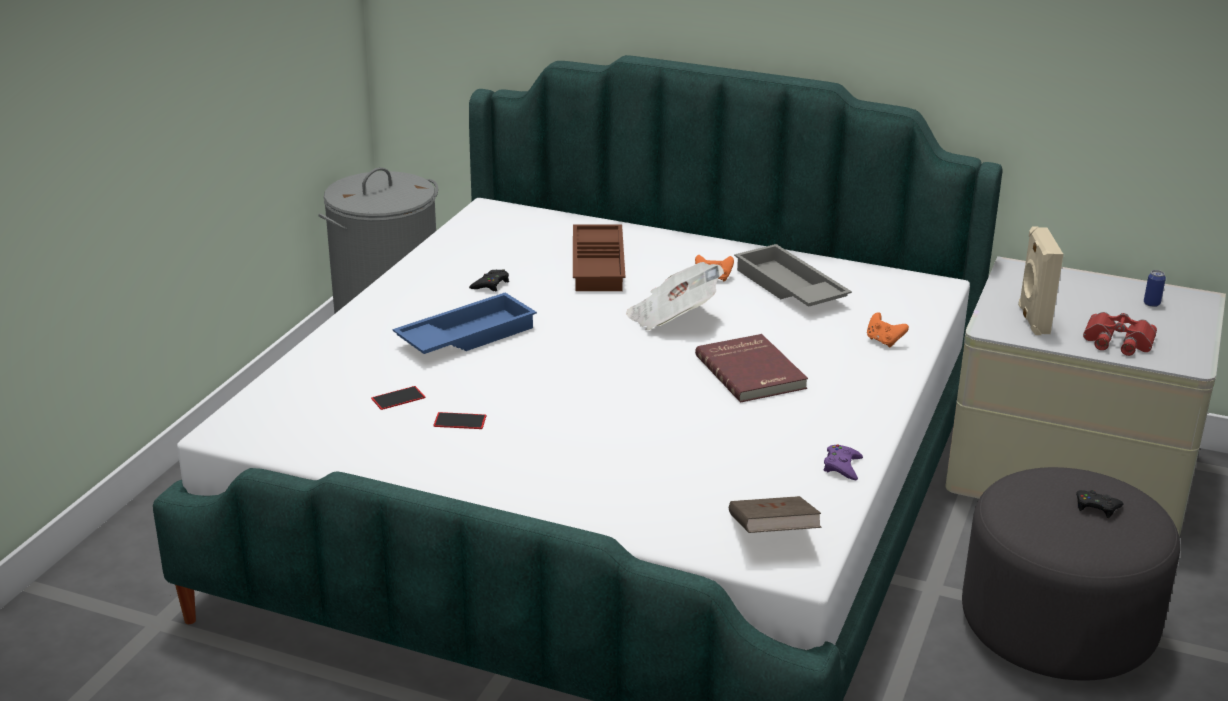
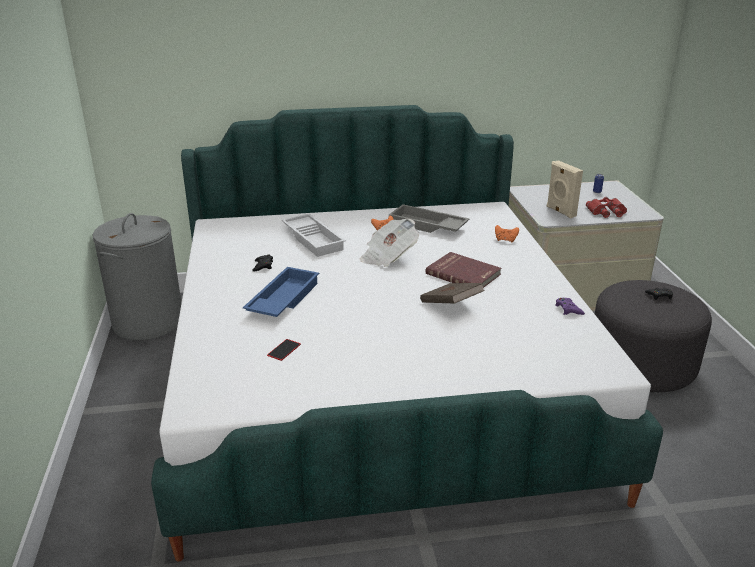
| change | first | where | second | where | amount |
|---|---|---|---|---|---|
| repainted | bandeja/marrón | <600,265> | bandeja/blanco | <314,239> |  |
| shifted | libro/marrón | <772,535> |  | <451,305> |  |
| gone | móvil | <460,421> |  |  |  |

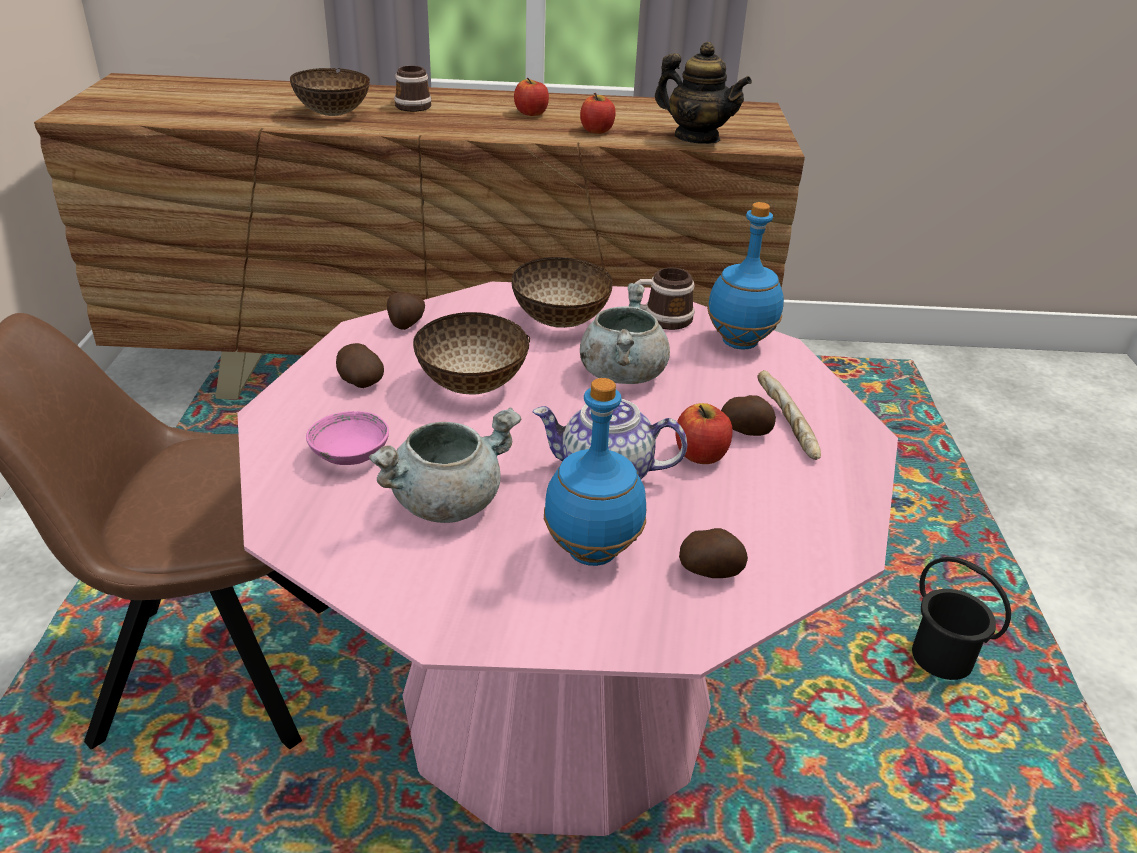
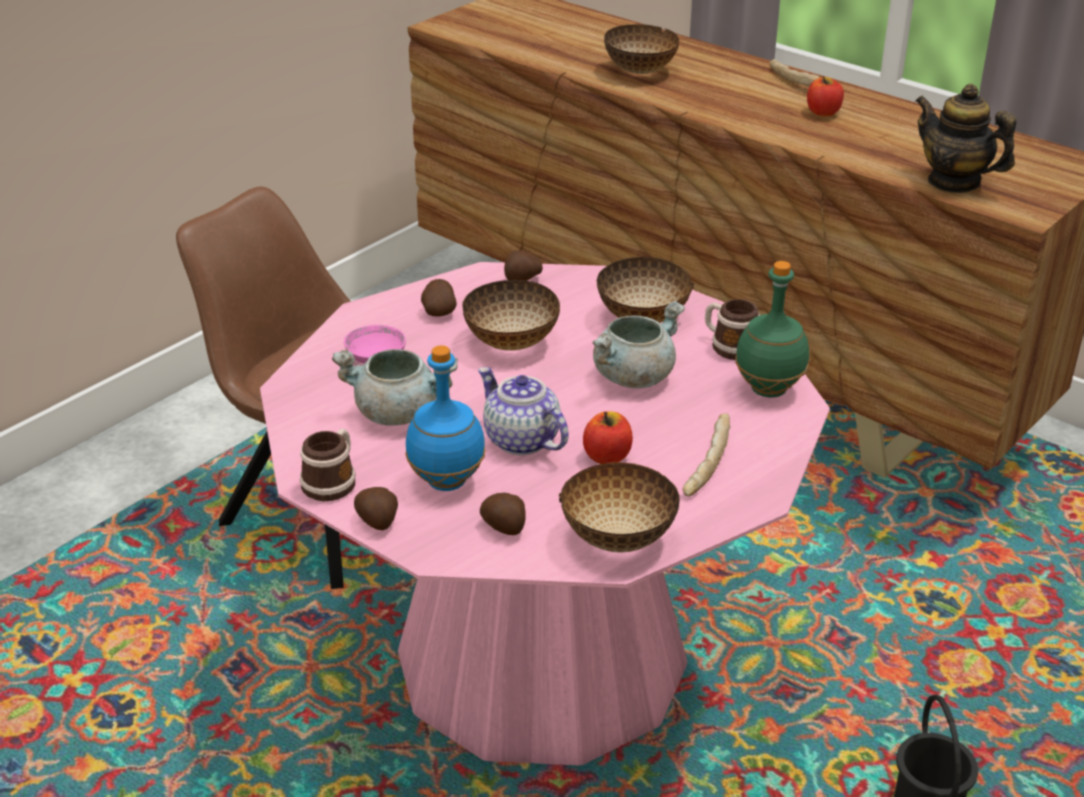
| change | first | where | second | where | amount |
|---|---|---|---|---|---|
| shifted | taza grande | <412,105> |  | <332,481> |  |
| shifted | patata | <746,431> |  | <378,521> |  |
| new |  |  | cuenco | <619,537> |  |
| repainted | botella/azul | <739,343> | botella/verde | <767,390> |  |
| new |  |  | pan | <795,81> |  |
| rotated | tetera | <697,138> |  | <954,182> | 150 degrees clockwise |
| gone | manzana | <596,131> |  |  |  |

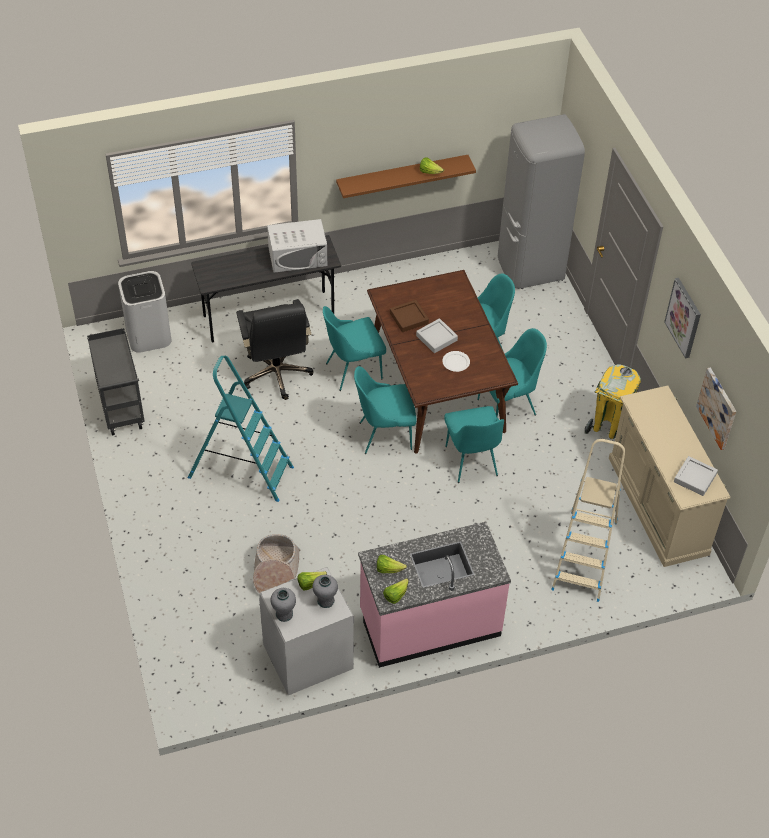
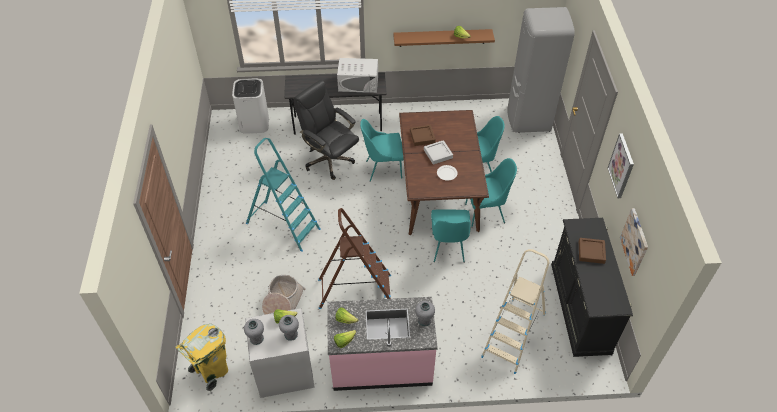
| change | first | where | second | where | amount |
|---|---|---|---|---|---|
| shifted | papelera/amarillo | <608,428> |  | <212,371> |  |
| rotated | silla de oficina/negro | <276,372> |  | <330,161> | 135 degrees clockwise |
| new |  |  | escalera de tijera/marrón | <355,291> |  |
| new |  |  | florero/gris | <424,320> |  |
| repainted | armario/beis | <658,506> | armario/negro | <580,307> |  |
| new |  |  | bandeja/marrón | <591,252> |  |
| gone | carrito/gris | <121,409> |  |  |  |
| gone | silla/turquesa | <385,436> |  |  |  |
| gone | bandeja/gris | <695,478> |  |  |  |

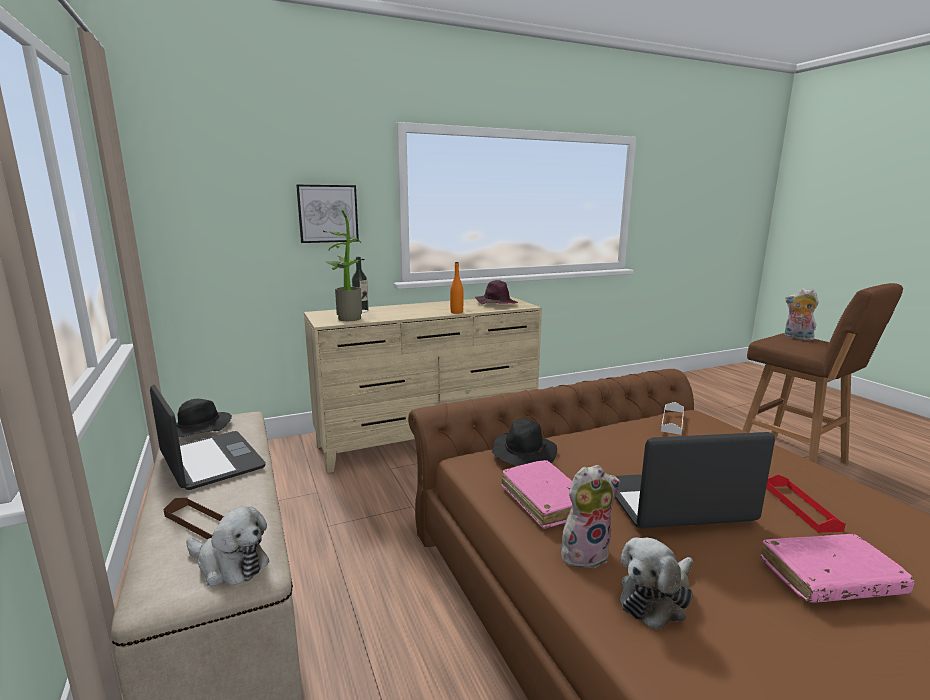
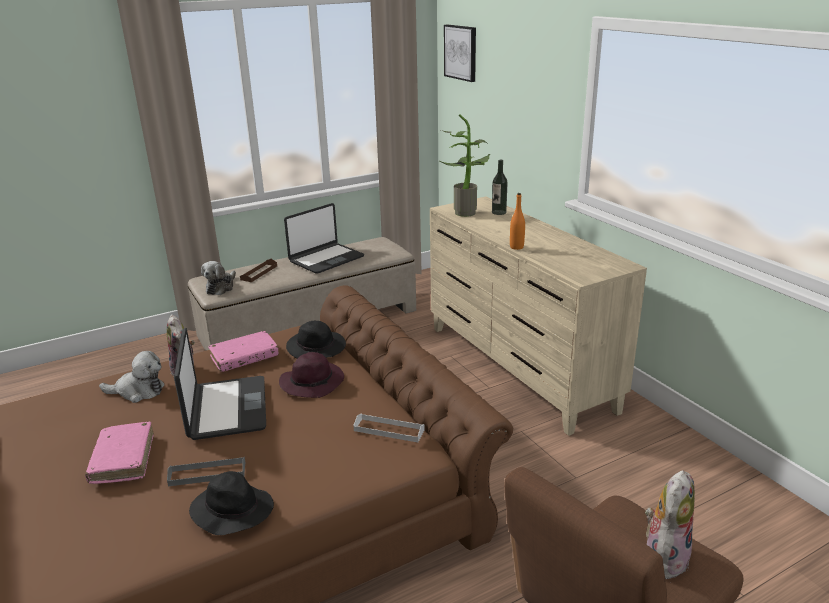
| change | first | where | second | where | amount |
|---|---|---|---|---|---|
| rotated | peluche | <656,598> |  | <138,391> | 135 degrees clockwise |
| repainted | bandeja/rojo | <801,507> | bandeja/gris | <207,474> |  |
| shifted | sombrero/negro | <198,429> |  | <231,511> |  |
| shifted | sombrero/morado | <496,303> |  | <313,382> |  |
| shifted | cuadro | <328,213> |  | <461,52> |  |

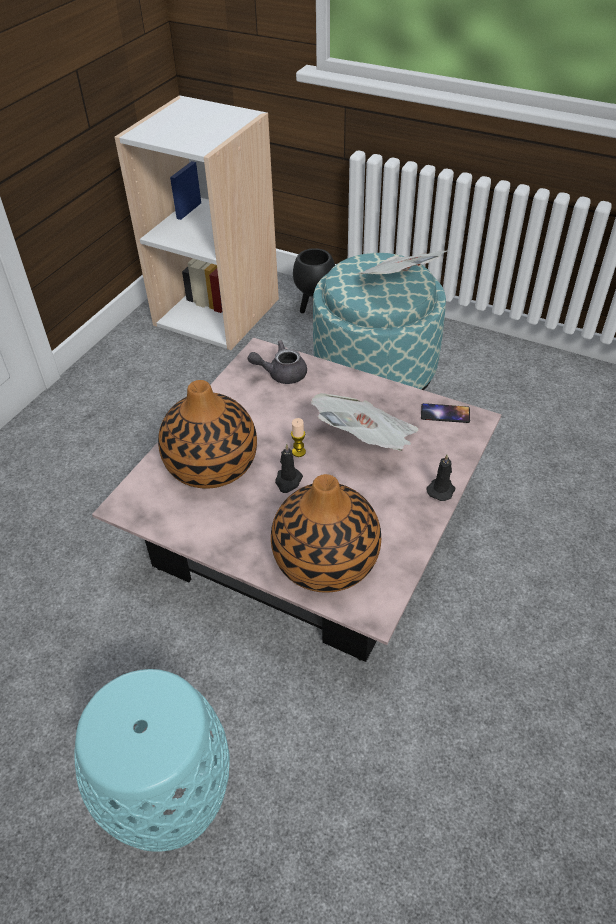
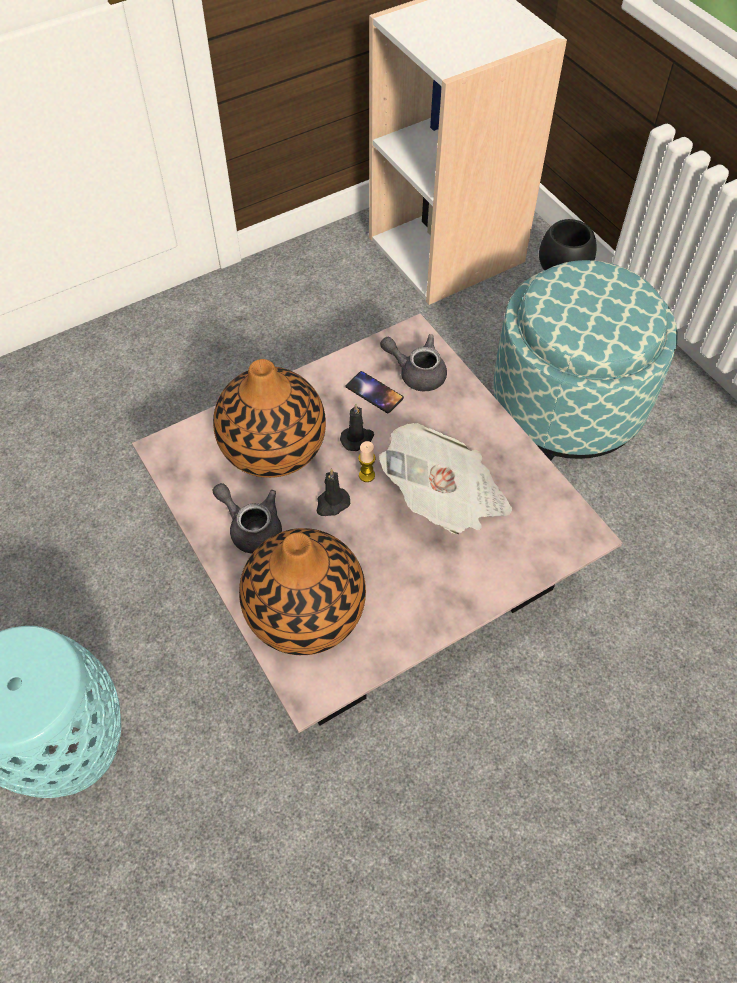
| change | first | where | second | where | amount |
|---|---|---|---|---|---|
| new |  |  | tetera/gris | <251,527> |  |
| shifted | vela/negro | <441,489> |  | <357,439> |  |
| shifted | móvil | <445,413> |  | <374,392> |  |
| gone | periódico | <401,283> |  |  |  |

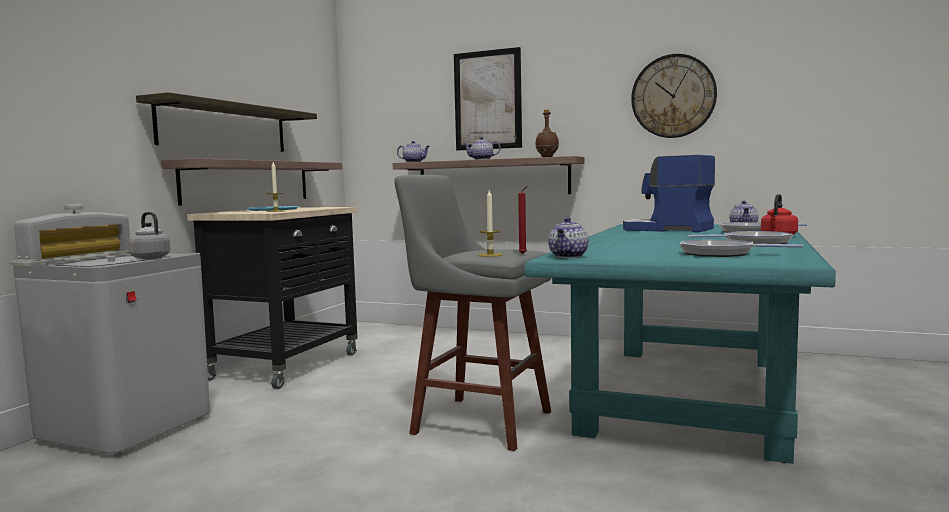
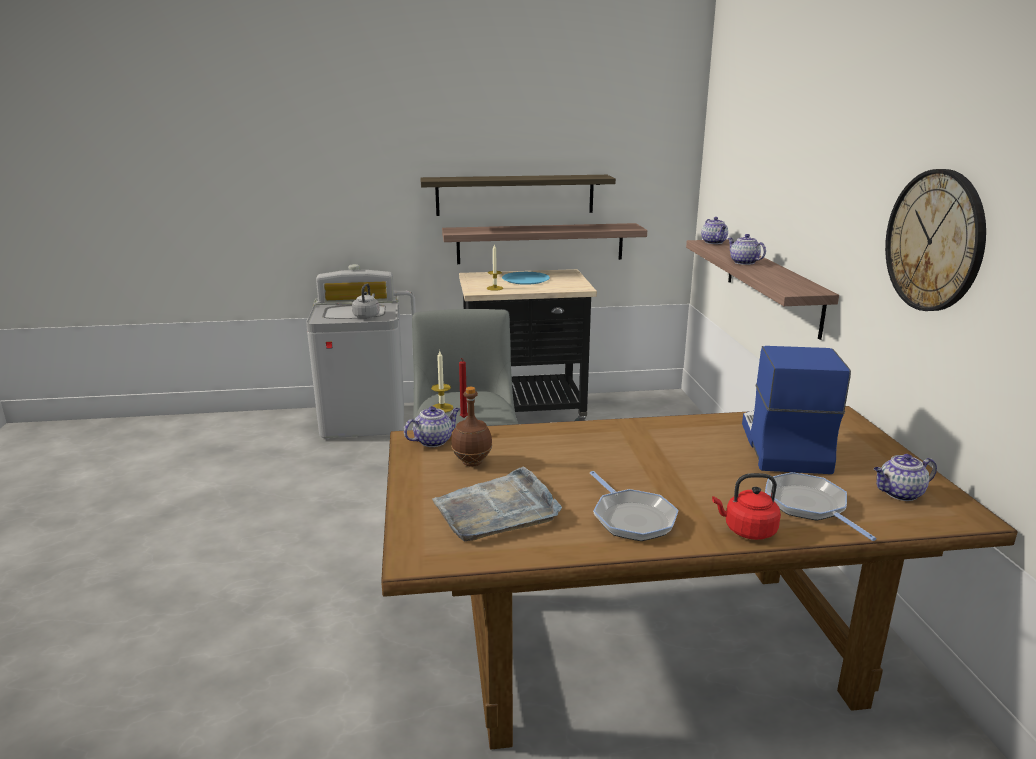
| change | first | where | second | where | amount |
|---|---|---|---|---|---|
| repainted | mesa de comedor/turquesa | <688,395> | mesa de comedor/marrón | <649,646> |  |
| rotated | tetera | <568,256> |  | <433,441> | 150 degrees clockwise |
| swapped | sartén | <722,253> | bandeja/gris | <497,509> |  |
| shifted | botella/marrón | <547,157> |  | <472,463> |  |
| gone | cuadro | <487,100> |  |  |  |

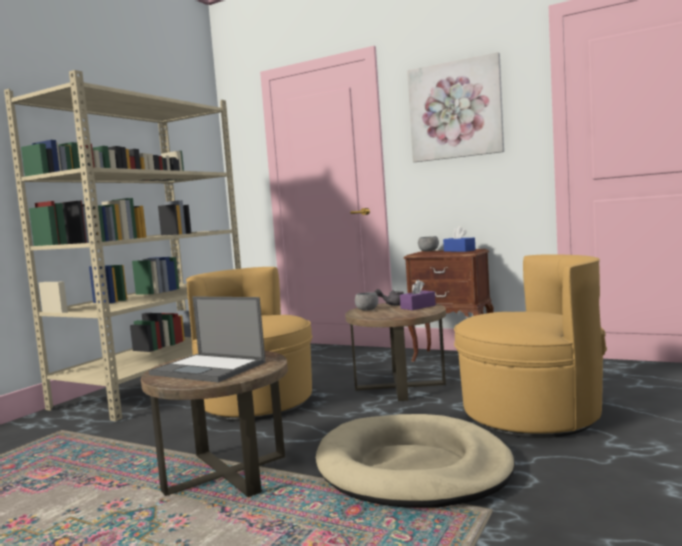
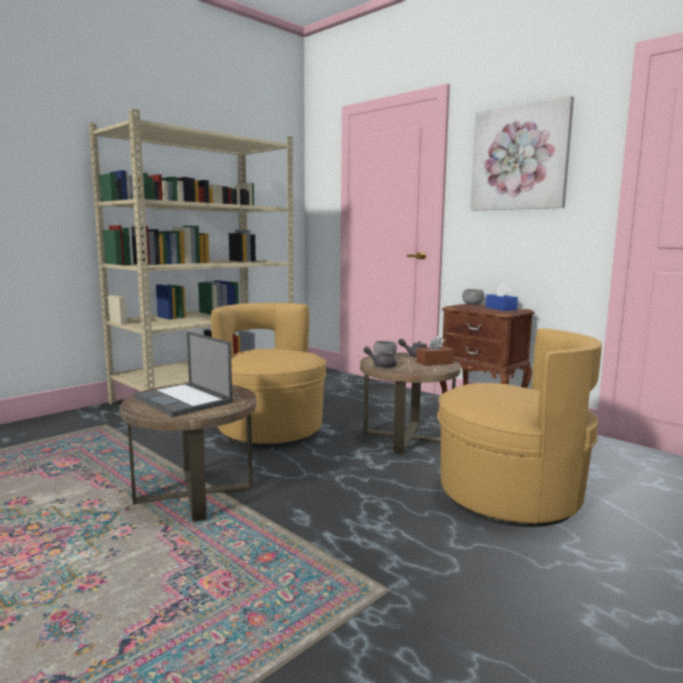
| change | first | where | second | where | amount |
|---|---|---|---|---|---|
| new |  |  | tetera/gris | <381,365> |  |
| repainted | caja de pañuelos/morado | <418,307> | caja de pañuelos/marrón | <434,363> |  |
| gone | cama para perro/beis | <412,468> |  |  |  |

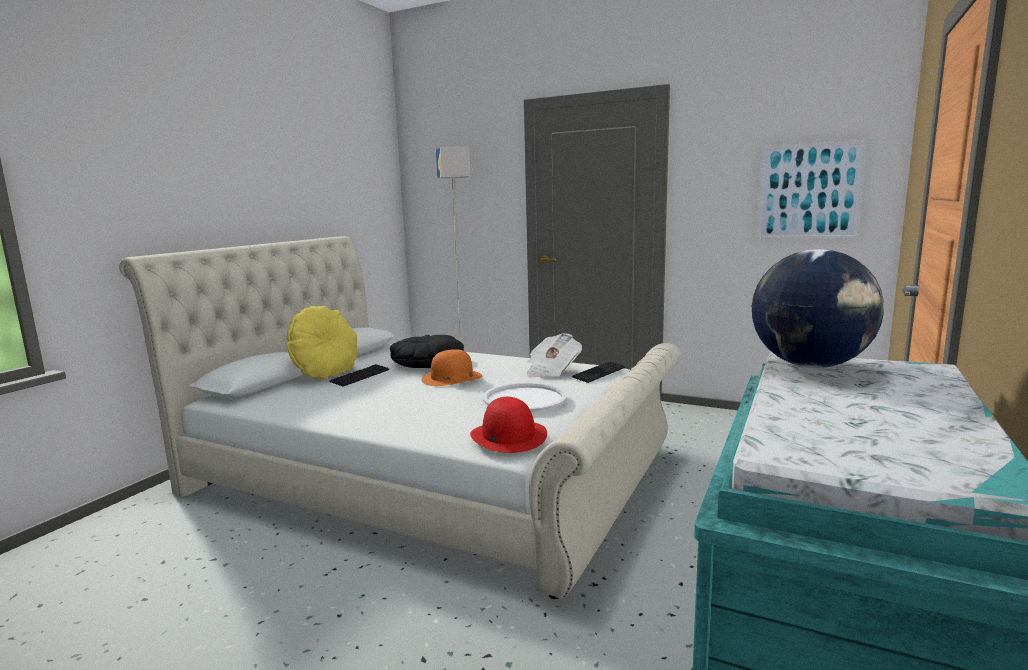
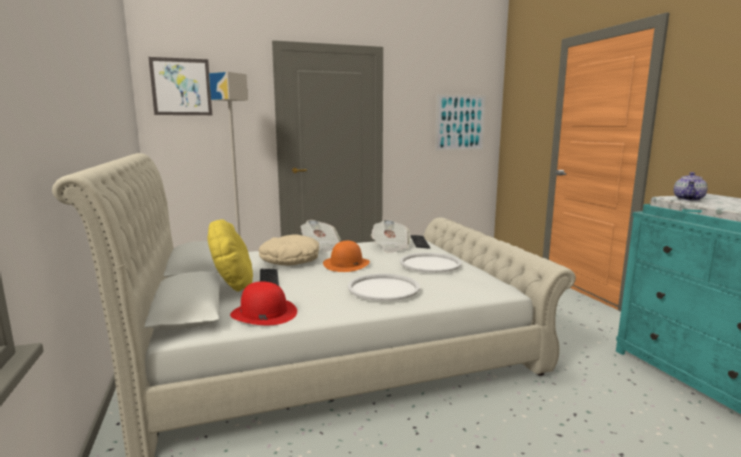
| change | first | where | second | where | amount |
|---|---|---|---|---|---|
| new |  |  | cuadro | <181,87> |  |
| shifted | sombrero/rojo | <508,436> |  | <263,313> |  |
| repainted | cojín/negro | <426,362> | cojín/beis | <289,260> |  |
| new |  |  | periódico | <321,246> |  |
| new |  |  | bandeja/blanco | <383,288> |  |
| swapped | globo terráqueo | <811,366> | tetera | <689,199> |  |

